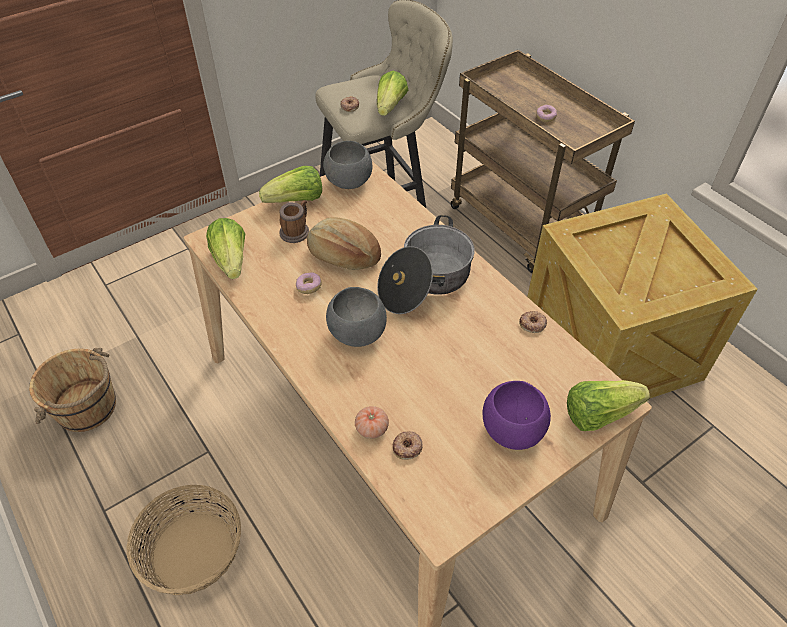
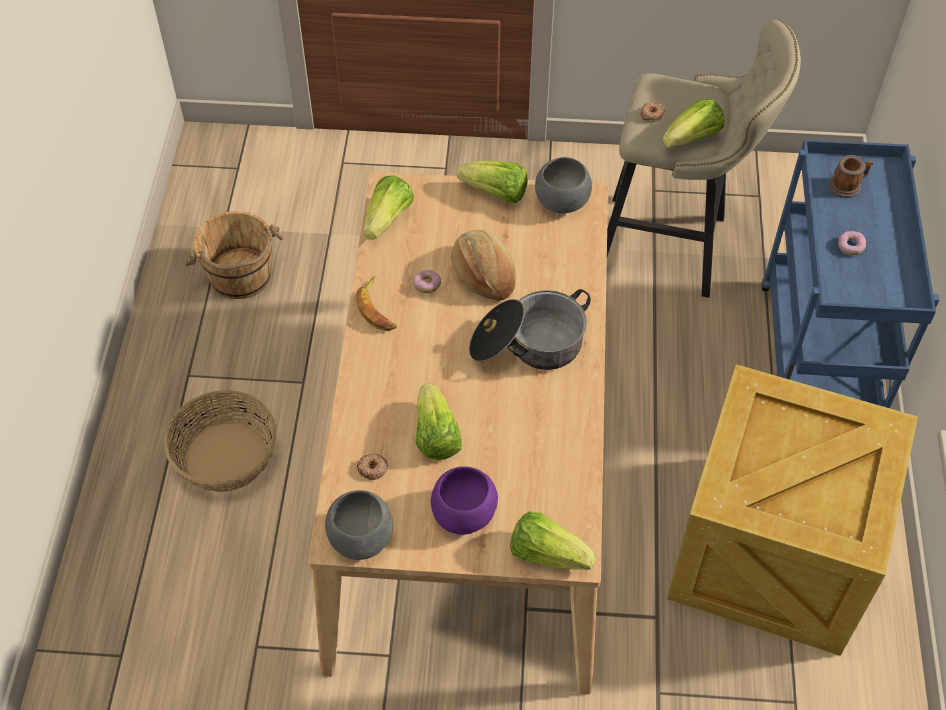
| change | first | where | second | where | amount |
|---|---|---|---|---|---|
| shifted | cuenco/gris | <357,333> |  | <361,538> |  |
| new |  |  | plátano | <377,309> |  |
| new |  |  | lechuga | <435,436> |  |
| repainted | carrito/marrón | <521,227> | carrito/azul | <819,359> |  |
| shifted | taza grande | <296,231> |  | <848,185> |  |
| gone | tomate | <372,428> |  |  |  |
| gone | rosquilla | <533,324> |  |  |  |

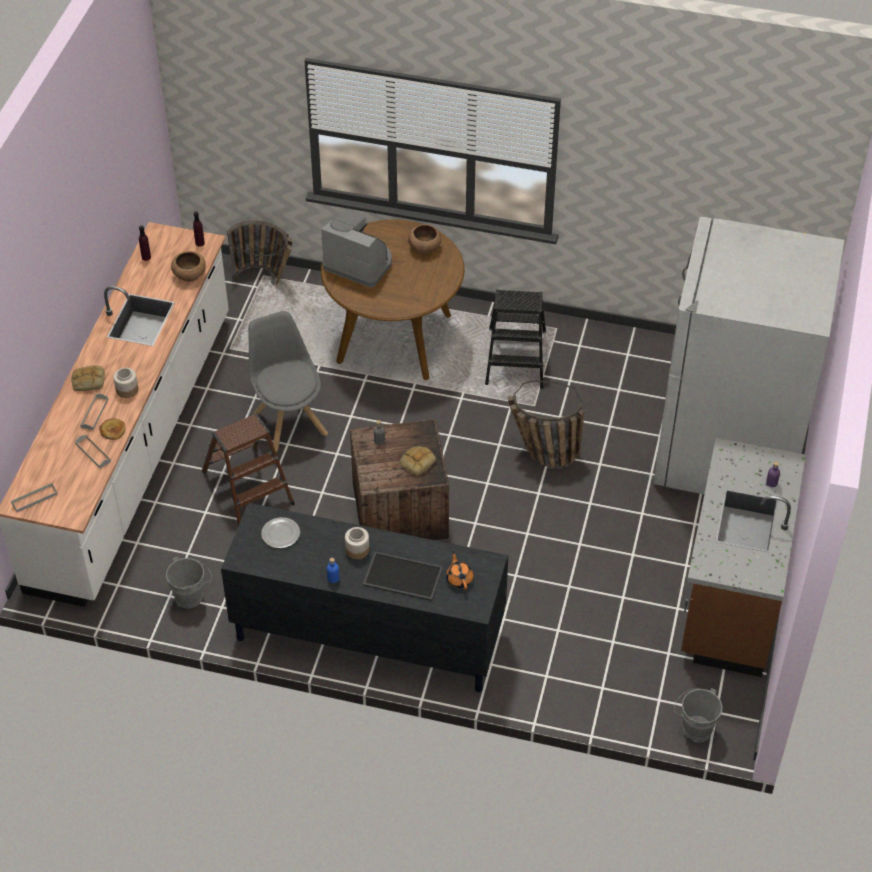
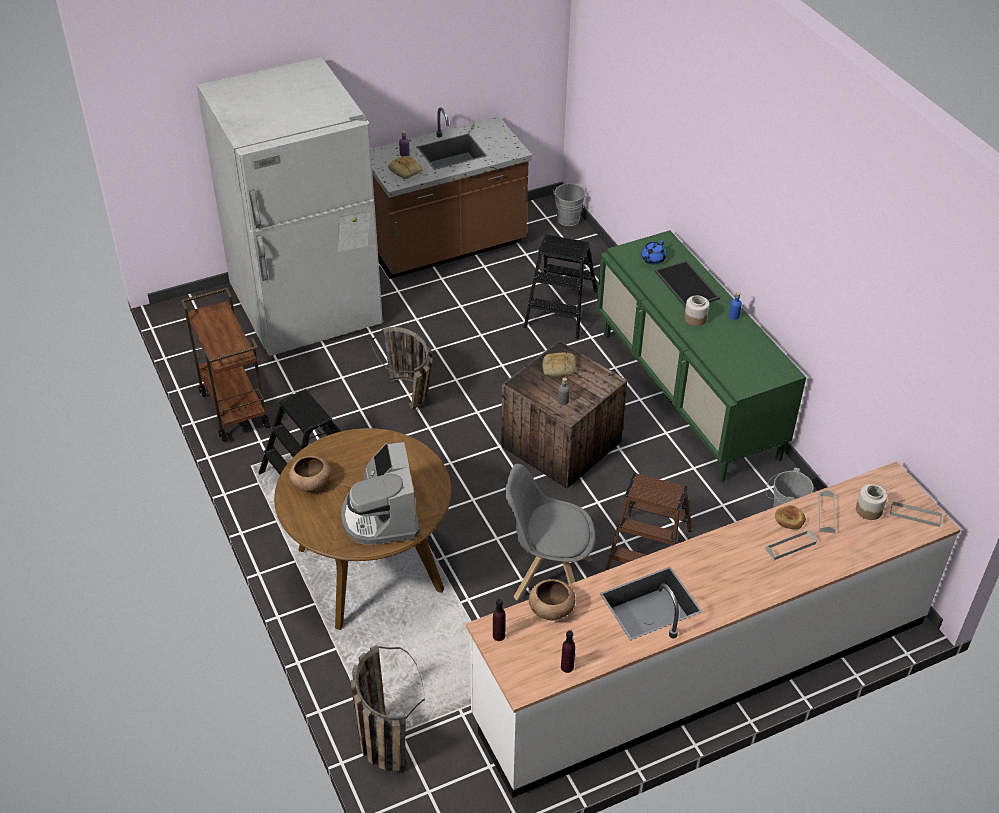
| change | first | where | second | where | amount |
|---|---|---|---|---|---|
| new |  |  | carrito/marrón | <234,408> |  |
| shifted | pan | <88,381> |  | <406,170> |  |
| rotated | silla/gris | <288,421> |  | <548,577> | 75 degrees clockwise |
| new |  |  | escalera de tijera/negro | <561,308> |  |
| repainted | armario/negro | <368,631> | armario/verde | <686,395> |  |
| repainted | tetera/naranja | <459,578> | tetera/azul | <652,259> |  |
| shifted | tarro | <127,390> |  | <869,510> |  |
| gone | plato | <281,534> |  |  |  |

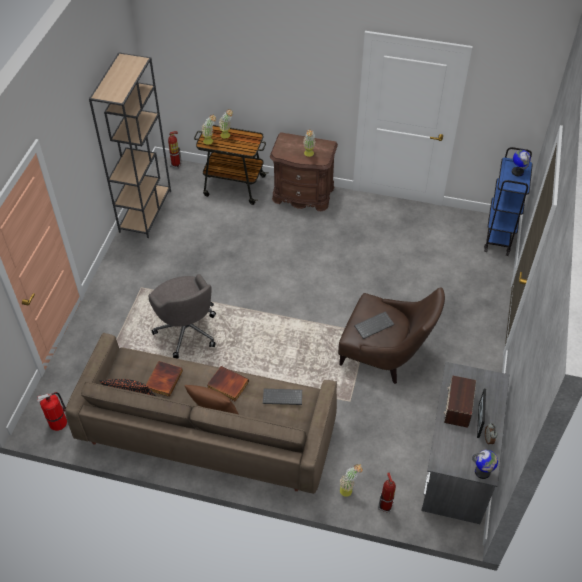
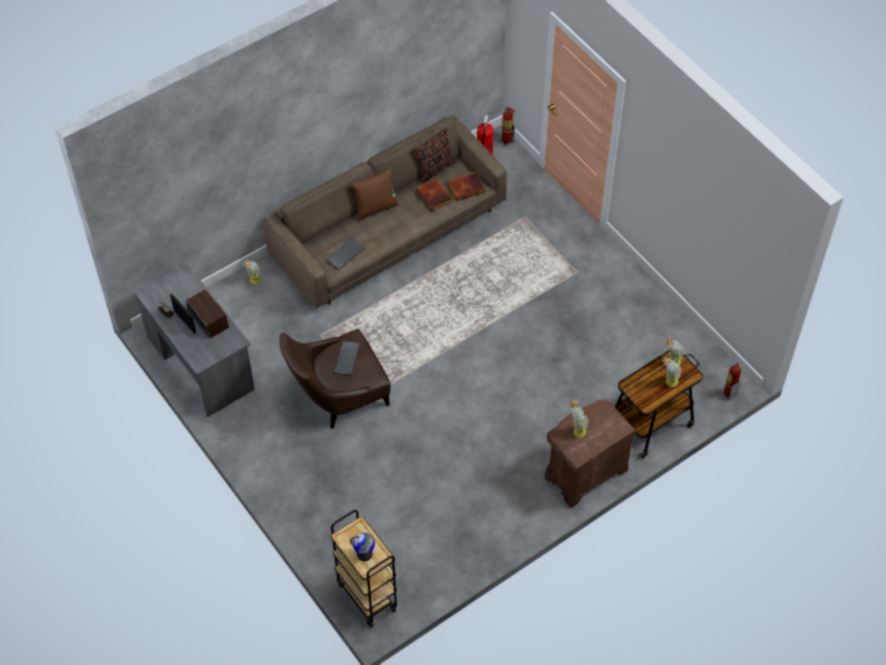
| change | first | where | second | where | amount |
|---|---|---|---|---|---|
| repainted | carrito/azul | <498,238> | carrito/marrón | <365,597> |  |
| shifted | libro | <227,385> |  | <465,187> |  |
| shifted | extintor | <385,505> |  | <506,141> |  |
| gone | estantería | <145,211> |  |  |  |
| gone | silla de oficina/gris | <187,332> |  |  |  |
| gone | globo terráqueo | <482,472> |  |  |  |

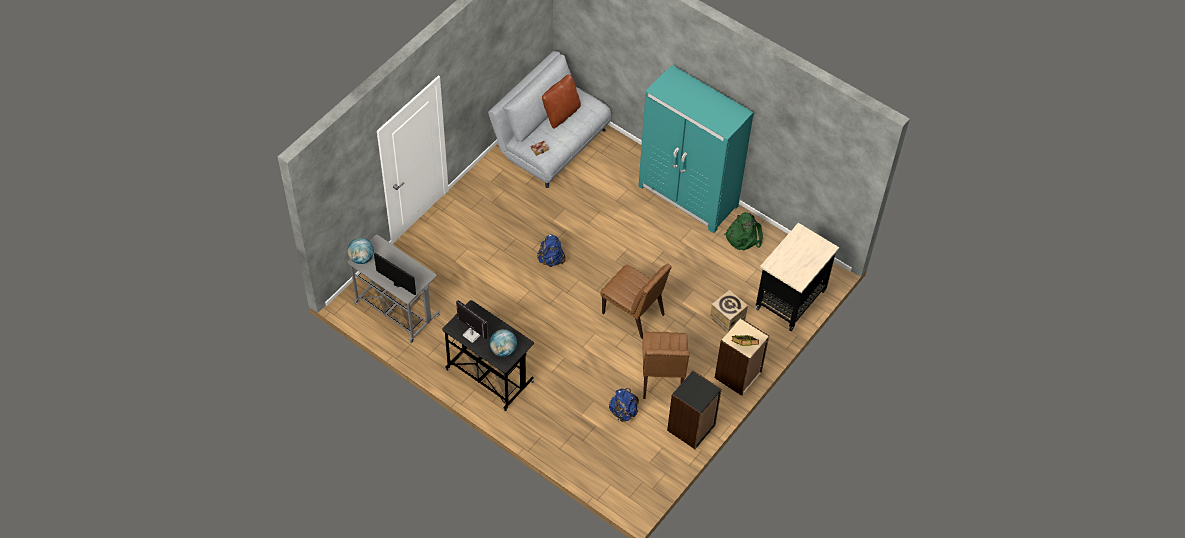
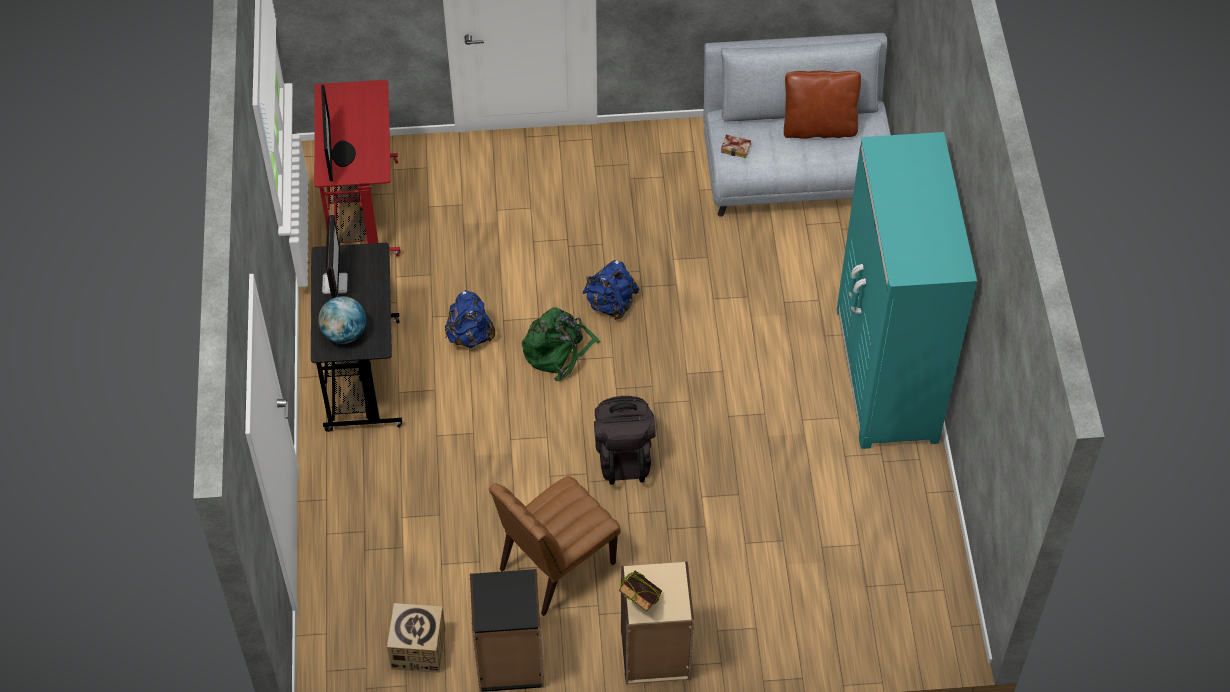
| change | first | where | second | where | amount |
|---|---|---|---|---|---|
| repainted | escritorio/gris | <396,310> | escritorio/rojo | <363,209> |  |
| shifted | caja de cartón | <727,318> |  | <418,649> |  |
| shifted | mochila/azul | <623,412> |  | <470,335> |  |
| shifted | mochila/verde | <743,236> |  | <558,351> |  |
| swapped | silla/marrón | <633,314> | mochila/negro | <623,455> |  |
| gone | globo terráqueo | <361,258> |  |  |  |
| gone | carrito/negro | <790,301> |  |  |  |

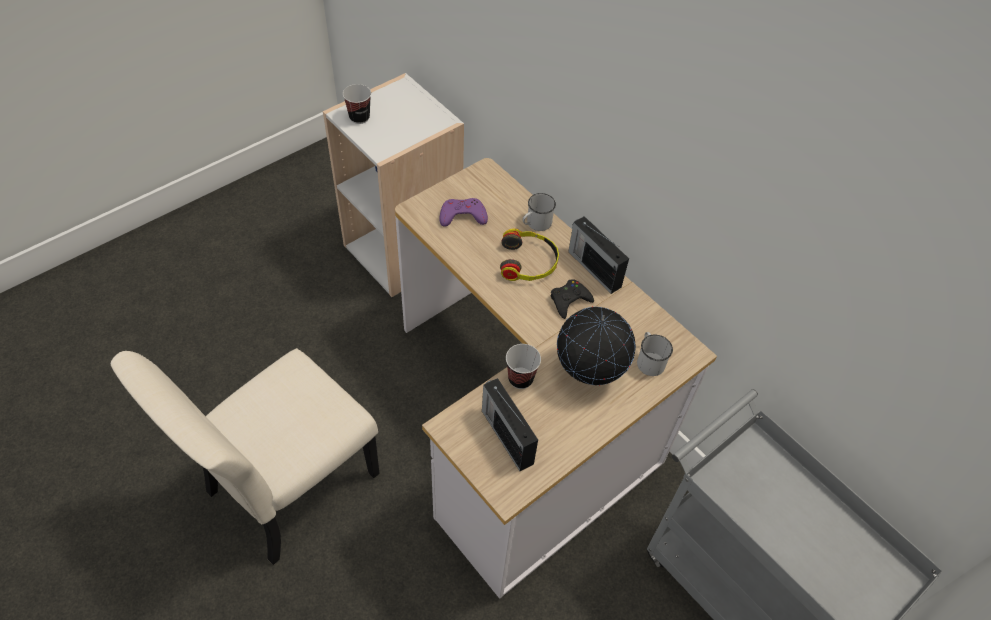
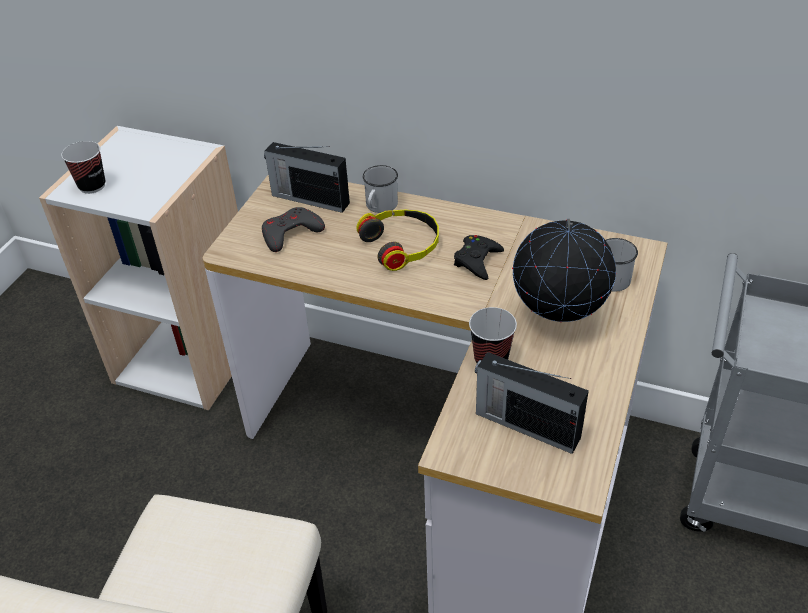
| change | first | where | second | where | amount |
|---|---|---|---|---|---|
| repainted | mando de consola/morado | <462,216> | mando de consola/gris | <291,233> |  |
| shifted | radio | <593,268> |  | <309,199> |  |

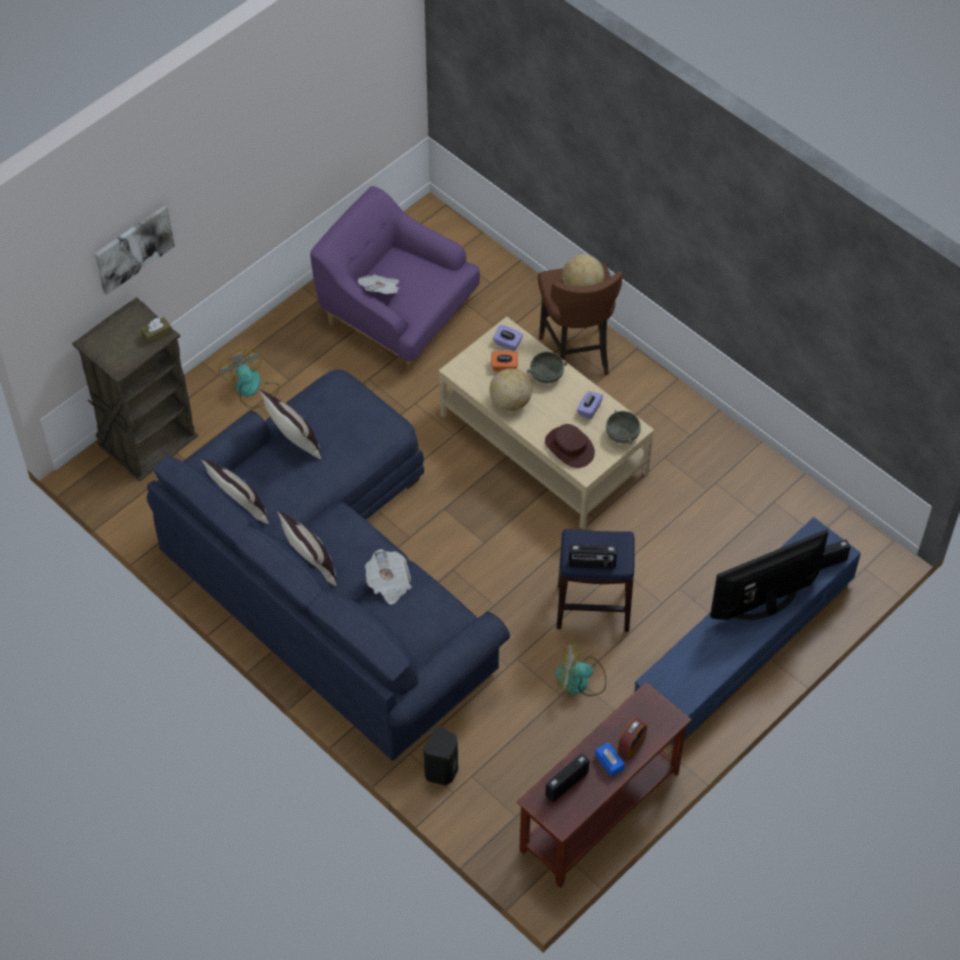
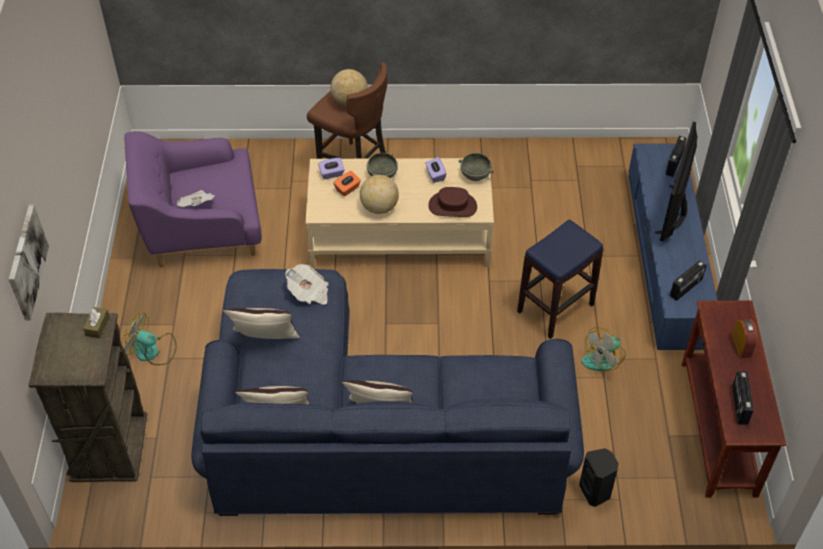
| change | first | where | second | where | amount |
|---|---|---|---|---|---|
| shifted | periódico | <388,583> |  | <309,293> |  |
| shifted | radio | <591,564> |  | <686,288> |  |
| gone | caja de pañuelos/azul | <609,762> |  |  |  |

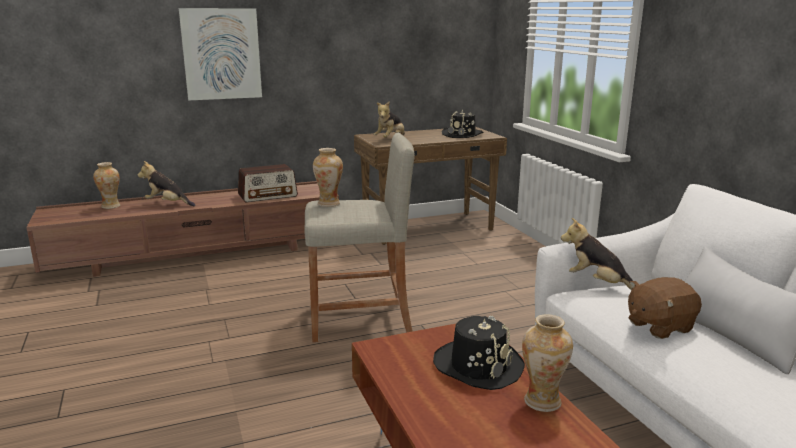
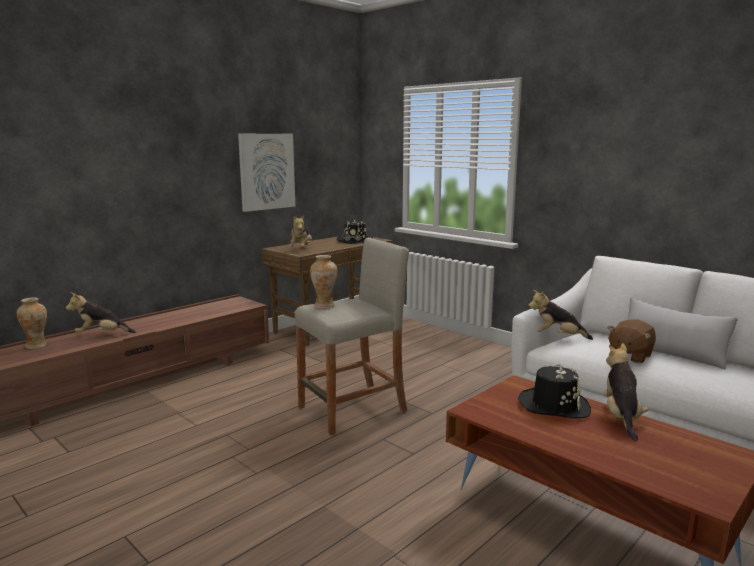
| change | first | where | second | where | amount |
|---|---|---|---|---|---|
| shifted | cuadro | <221,54> |  | <266,171> |  |
| swapped | florero | <542,401> | peluche | <621,417> |  |
| gone | radio | <268,195> |  |  |  |

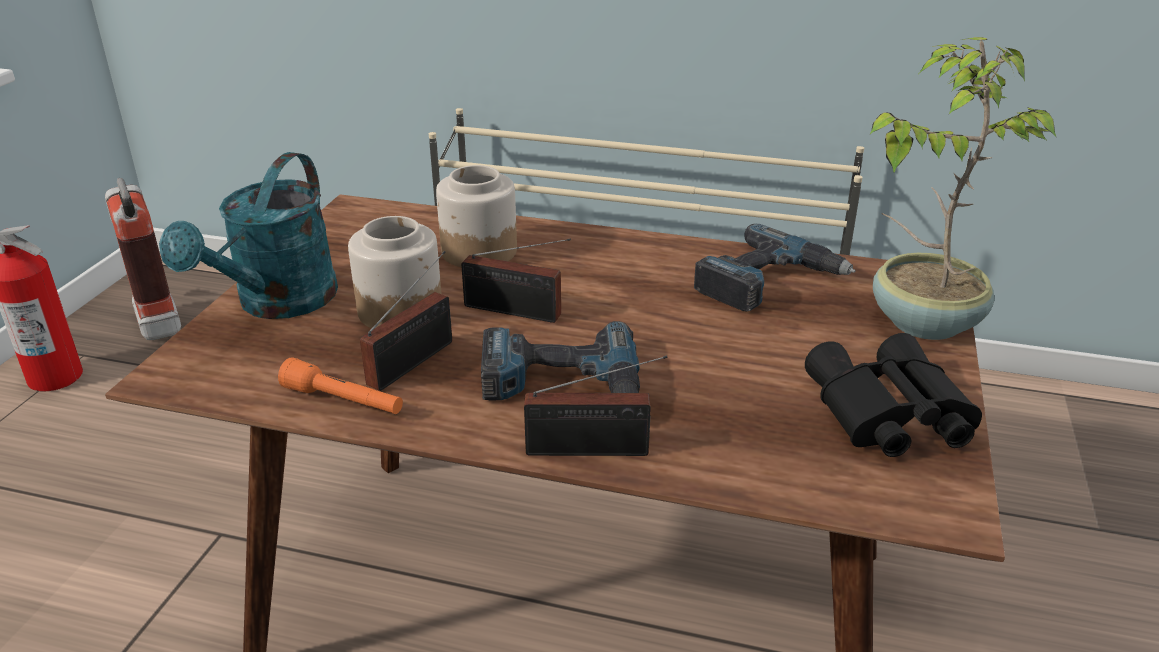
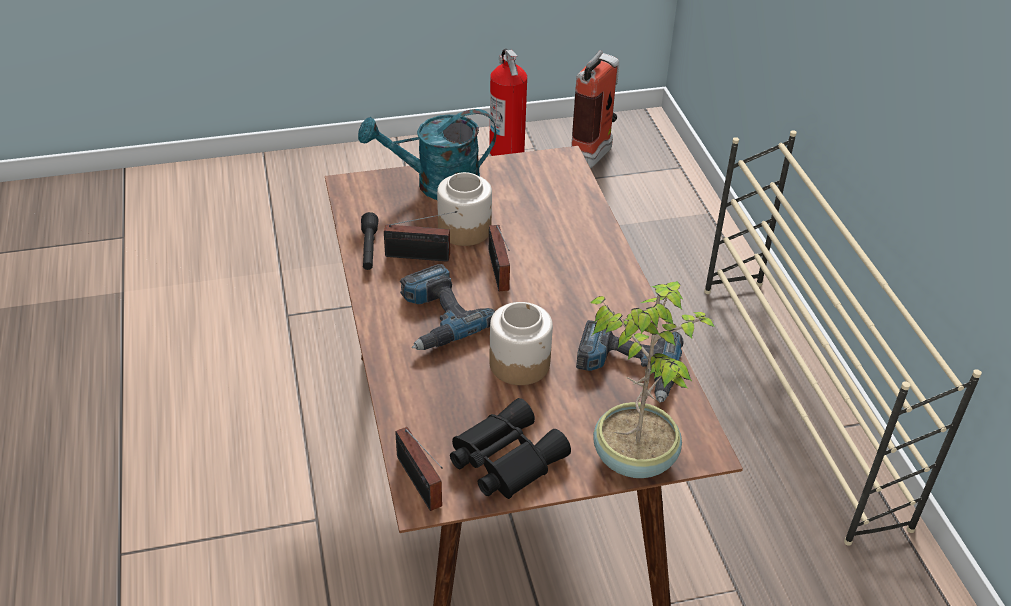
| change | first | where | second | where | amount |
|---|---|---|---|---|---|
| repainted | linterna/naranja | <343,401> | linterna/negro | <369,249> |  |
| shifted | radio | <594,450> |  | <420,485> |  |
| shifted | tarro | <478,251> |  | <519,363> |  |

